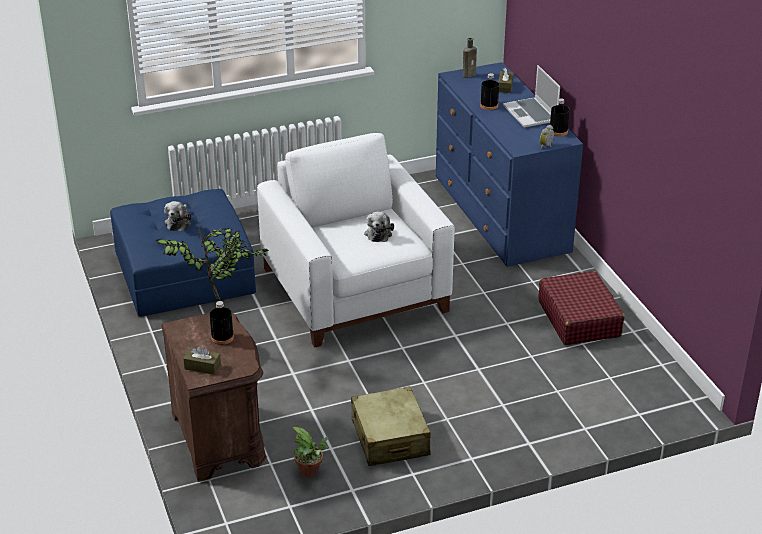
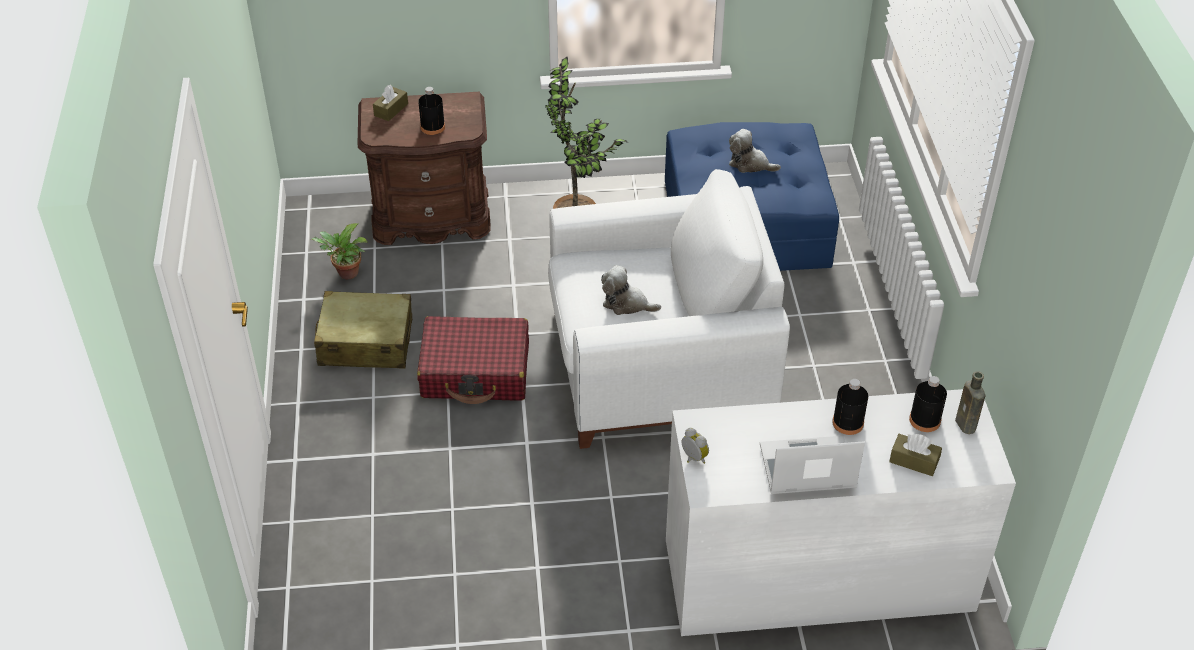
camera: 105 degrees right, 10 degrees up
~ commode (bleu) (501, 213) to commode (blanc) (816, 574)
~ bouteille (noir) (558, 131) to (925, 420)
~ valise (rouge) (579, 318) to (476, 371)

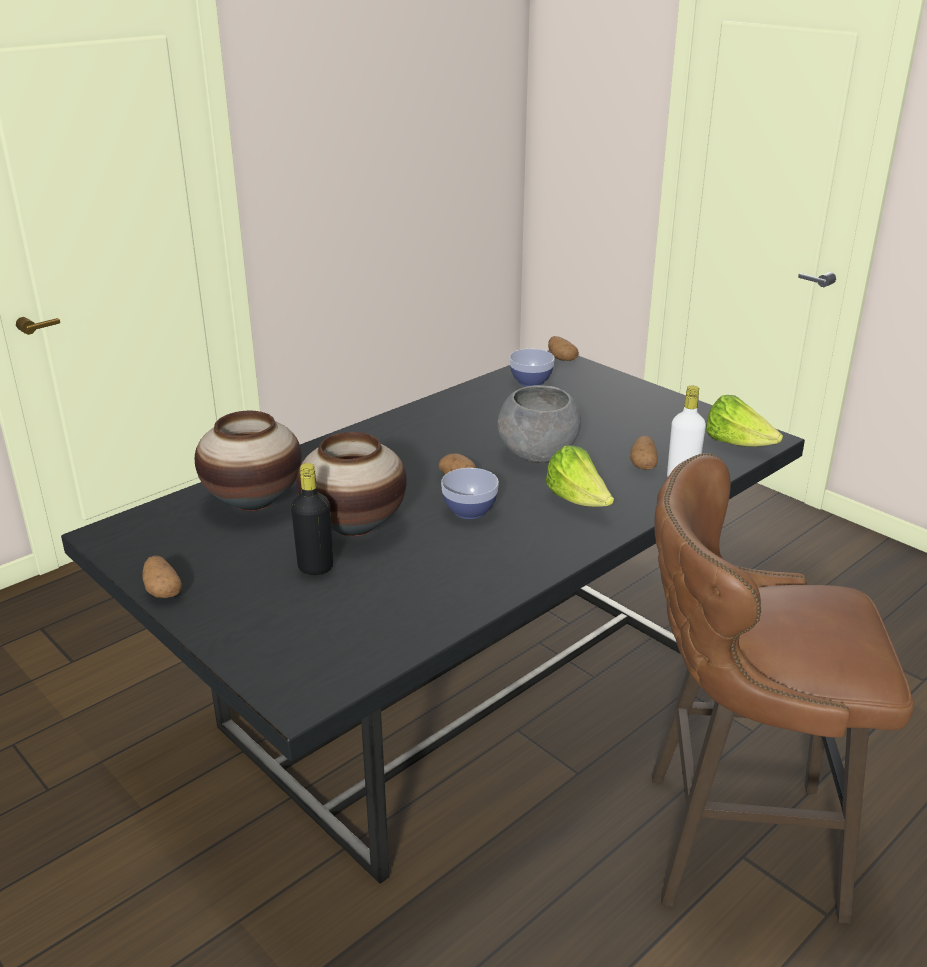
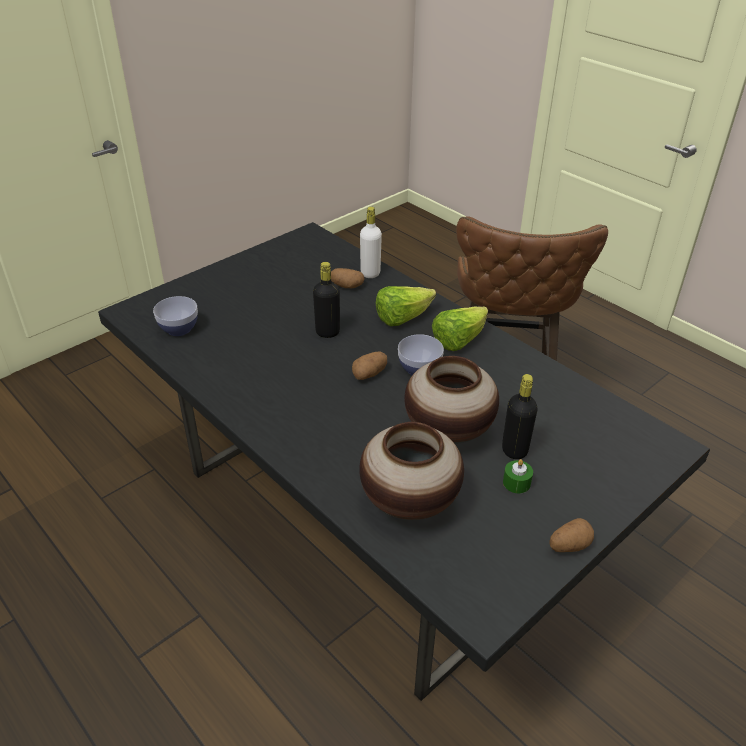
camera: 90 degrees left, 10 degrees up
- pomme de terre (561, 358)
~ bol (gris) (538, 455) to bouteille (noir) (327, 332)
~ laitue (737, 444) to (458, 340)
+ bougie (vert) (516, 483)

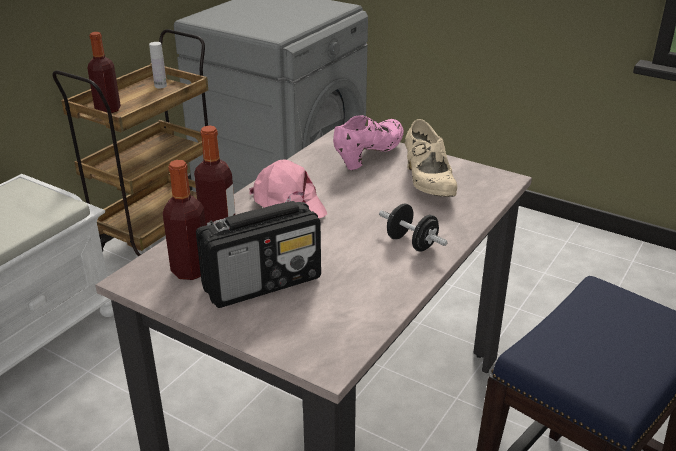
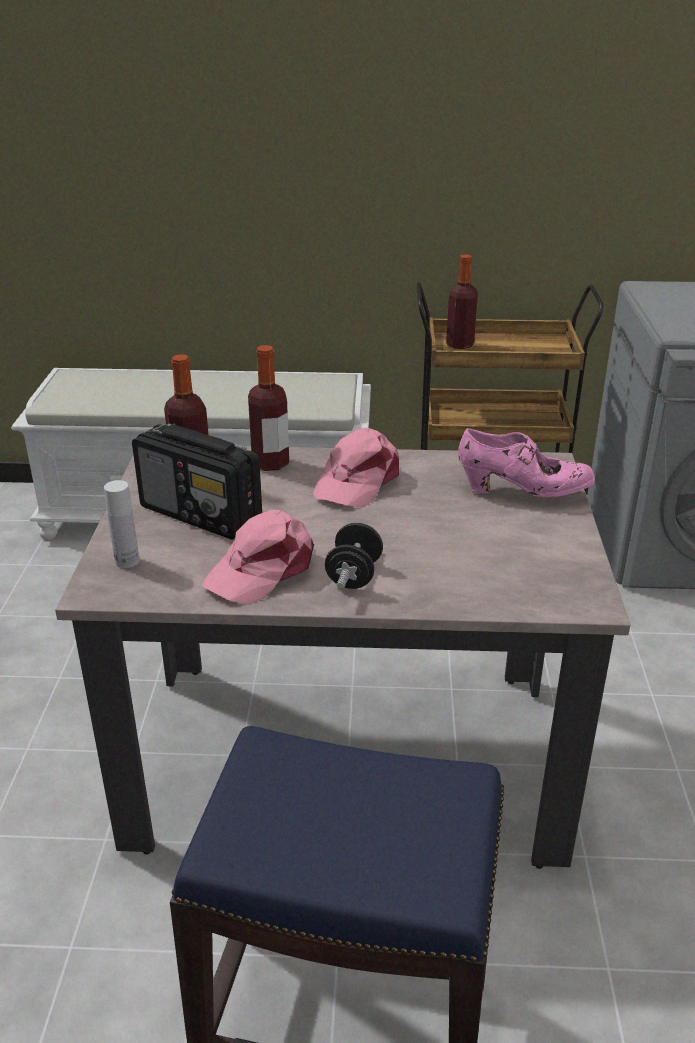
camera: 60 degrees right, 0 degrees up
~ bouteille (blanc) (160, 86) to (127, 561)
- chaussure (beige) (427, 184)
+ casquette (rose) (263, 569)

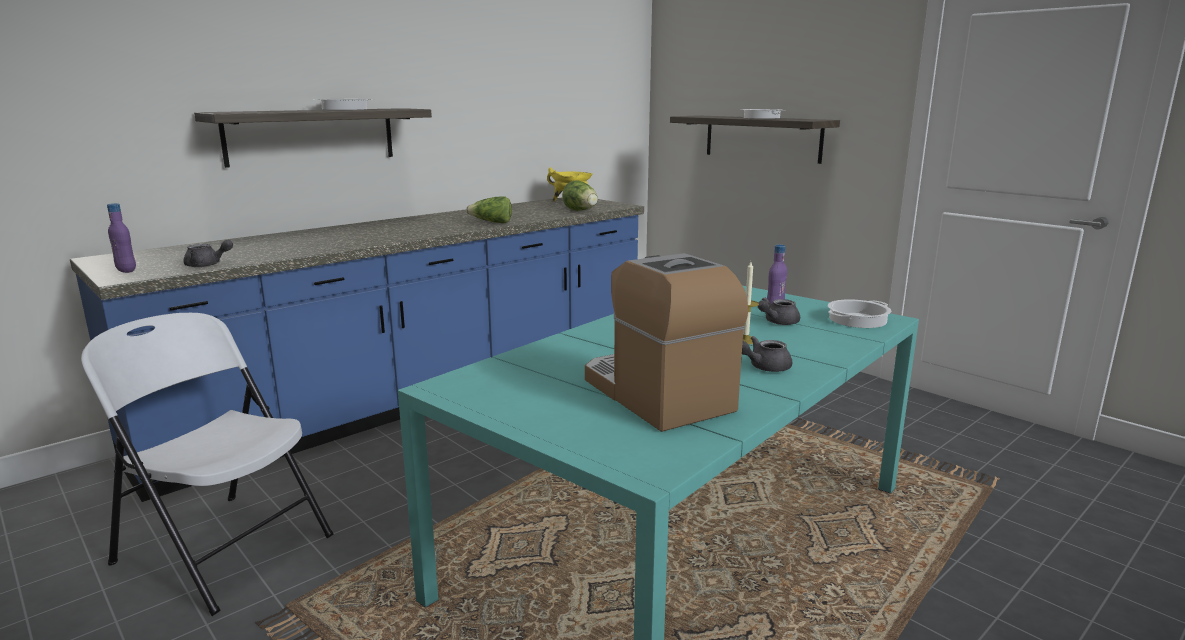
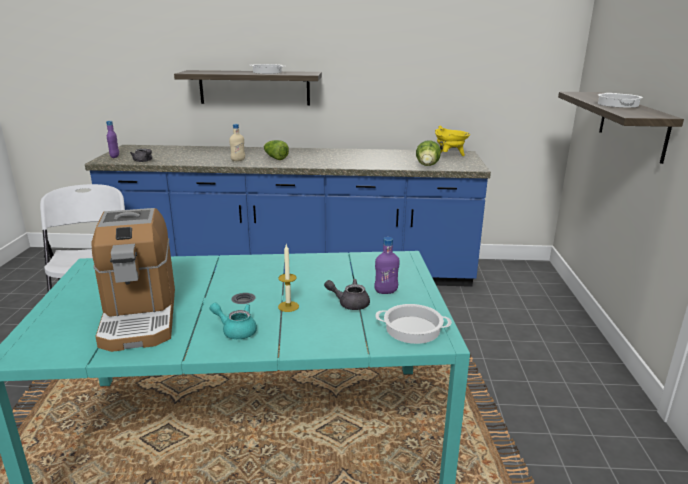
camera: 45 degrees right, 5 degrees up
~ laitue (491, 222) to (275, 158)
~ machine à café (656, 395) = (140, 316) 150 degrees clockwise
~ théière (gris) (764, 367) to théière (turquoise) (236, 330)
+ bouteille (beige) (238, 160)

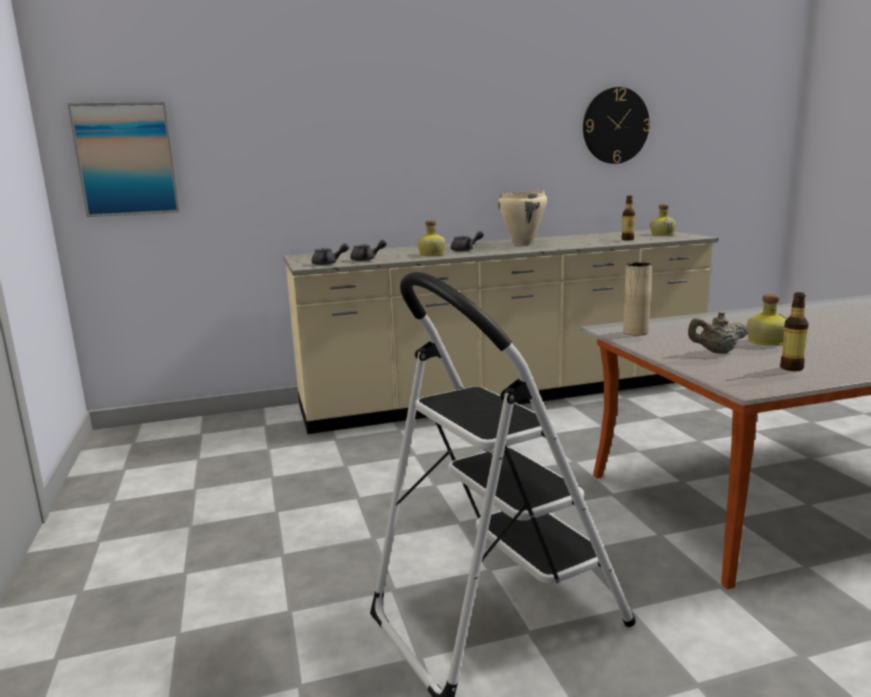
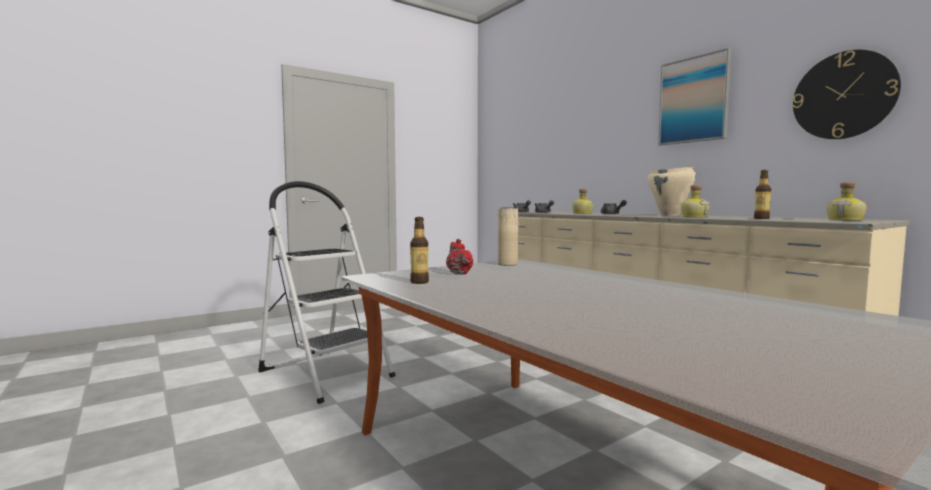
camera: 70 degrees right, 10 degrees down
~ tableau (126, 160) to (693, 100)
~ bouteille (765, 341) to (694, 217)
~ théière (beige) (716, 352) to théière (rouge) (459, 273)

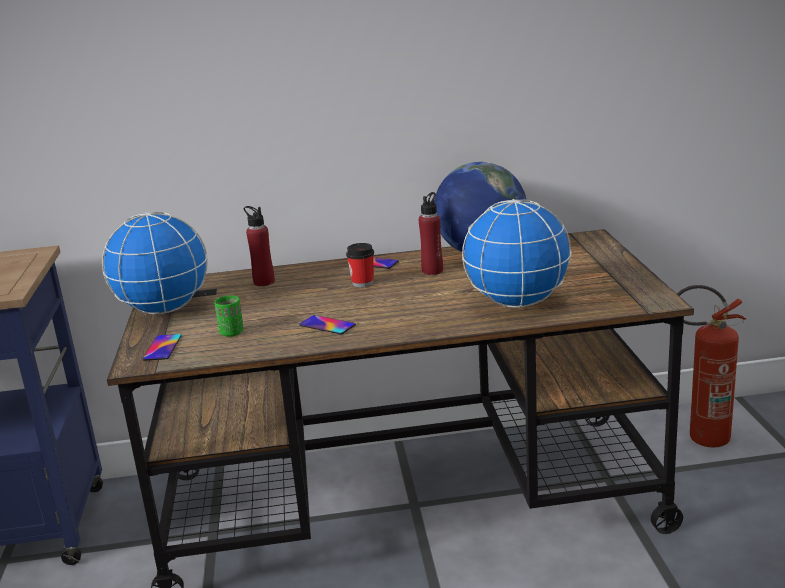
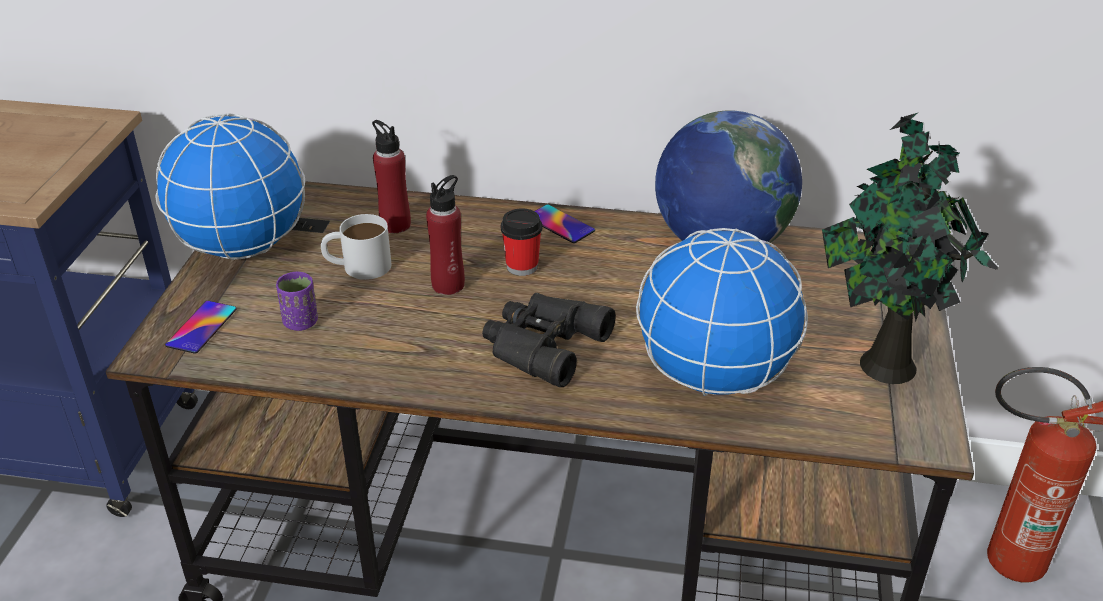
camera: 15 degrees right, 15 degrees up
~ bouteille (rouge) (432, 271) to (448, 285)
~ tasse (vert) (231, 332) to tasse (violet) (301, 322)
- téléphone (327, 325)
+ plante en pot (882, 364)
+ mug (blanc) (357, 266)
+ jumelles (noir) (541, 345)

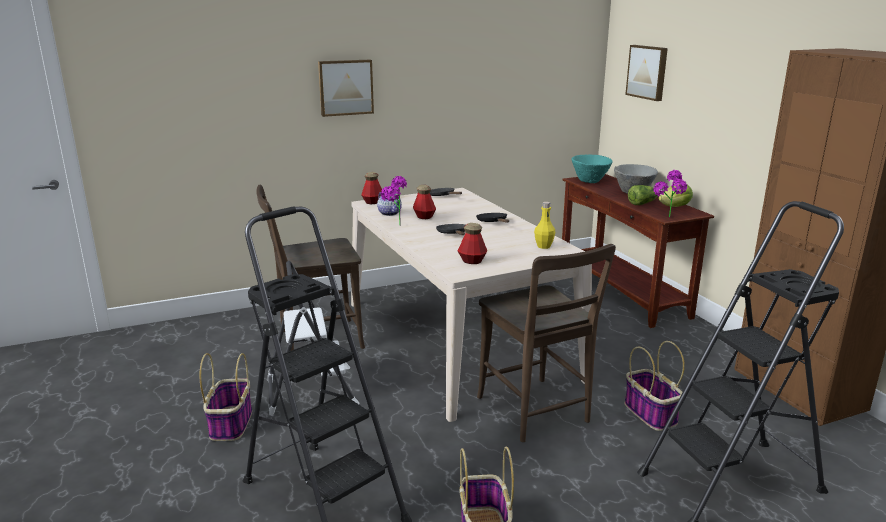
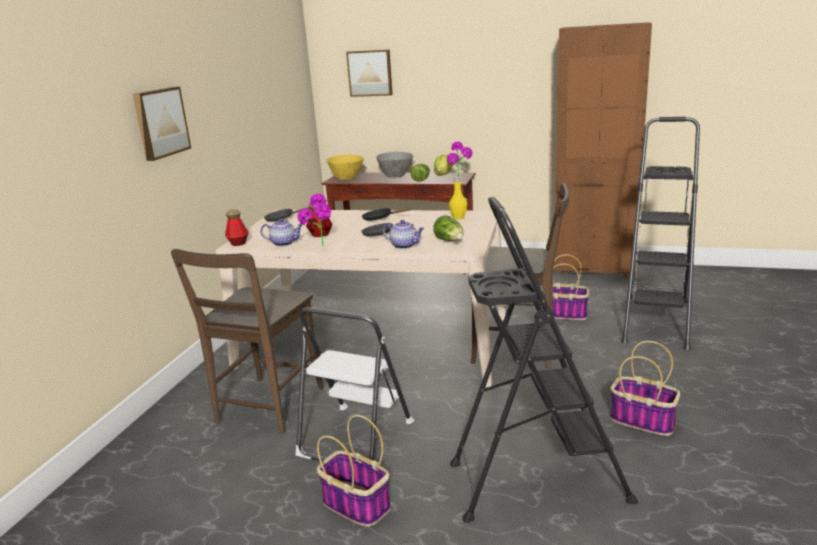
camera: 50 degrees left, 0 degrees up
~ bol (turquoise) (590, 181) to bol (jaune) (347, 179)
~ bouteille (472, 261) to laitue (450, 241)
+ théière (405, 245)

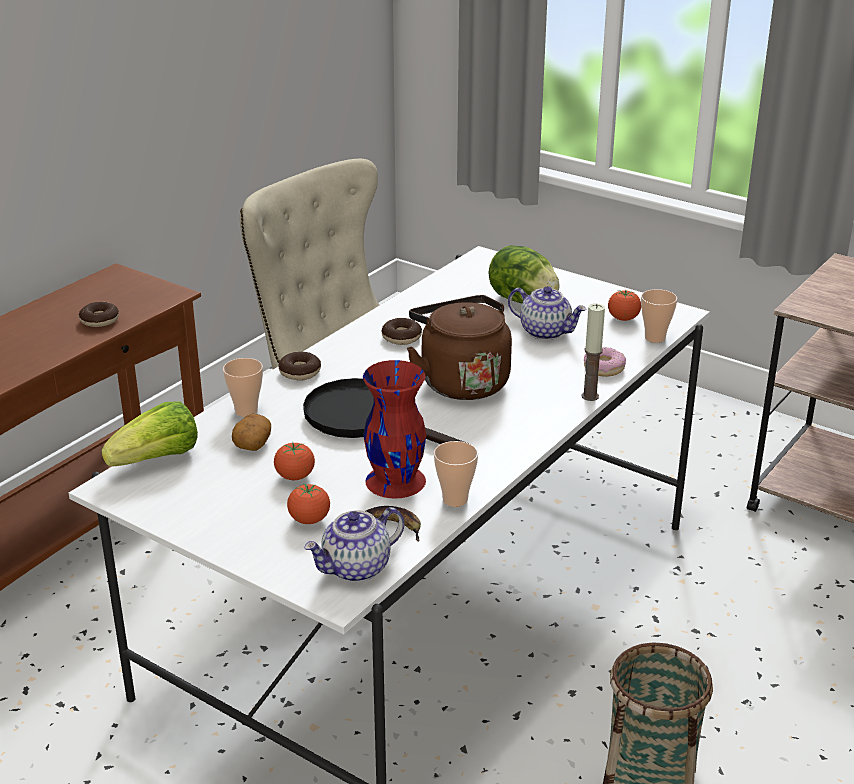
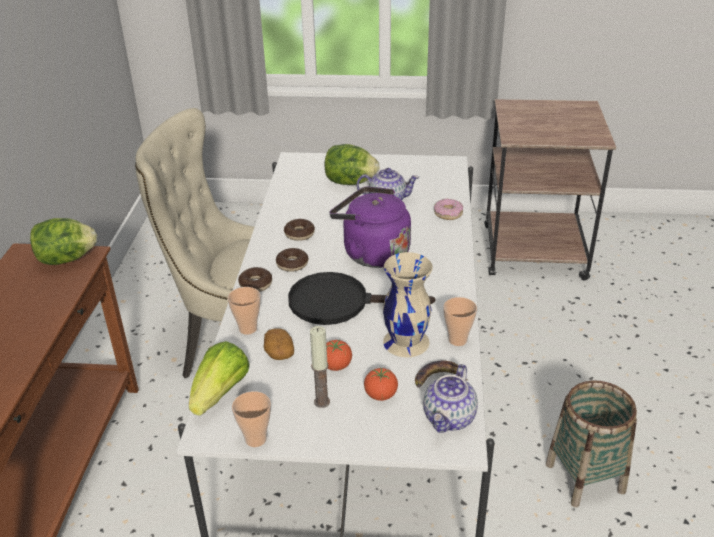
camera: 30 degrees left, 5 degrees up
~ tasse (655, 338) to (255, 439)
- tomate (623, 319)
~ bouilloire (marron) (461, 381) to bouilloire (violet) (372, 253)
~ beignet (99, 320) to (292, 264)
~ bougie (590, 396) to (322, 402)
~ vase (rouge) (395, 480) to vase (beige) (405, 341)
+ laitue (66, 259)

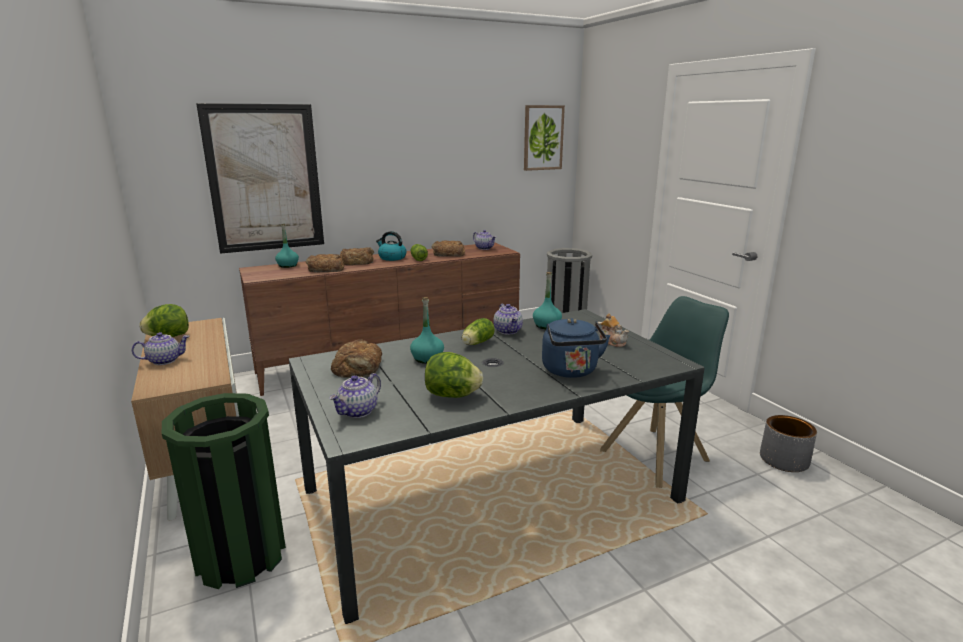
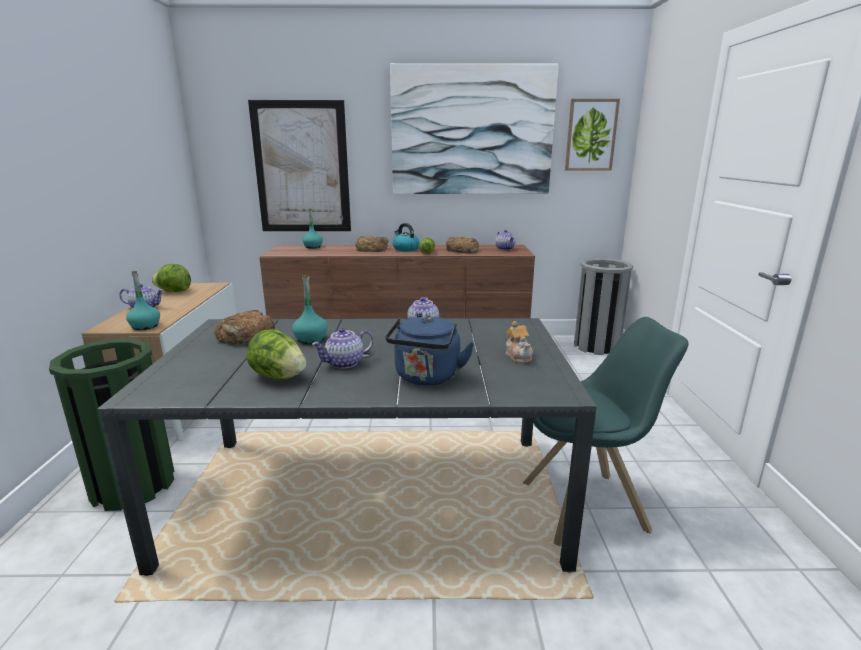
camera: 25 degrees right, 0 degrees up
- pain (325, 269)
~ bouteille (turquoise) (546, 325) to (145, 326)
- laitue (476, 343)
~ théière (358, 411) to (344, 363)
- cache-pot (gris) (784, 461)
+ tableau (472, 131)

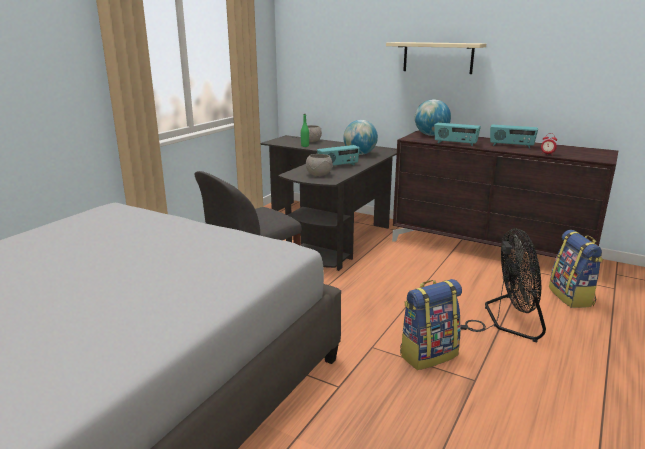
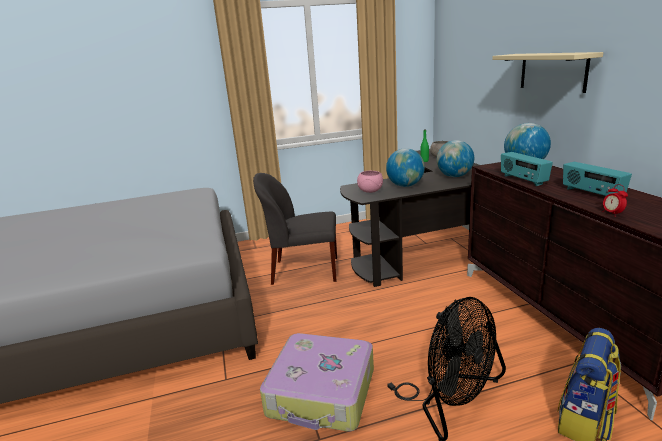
camera: 45 degrees right, 0 degrees up
~ radio (338, 166) to globe (405, 186)
~ bol (gris) (319, 175) to bol (rose) (370, 191)
~ sac à dos (428, 354) to valise (322, 393)

